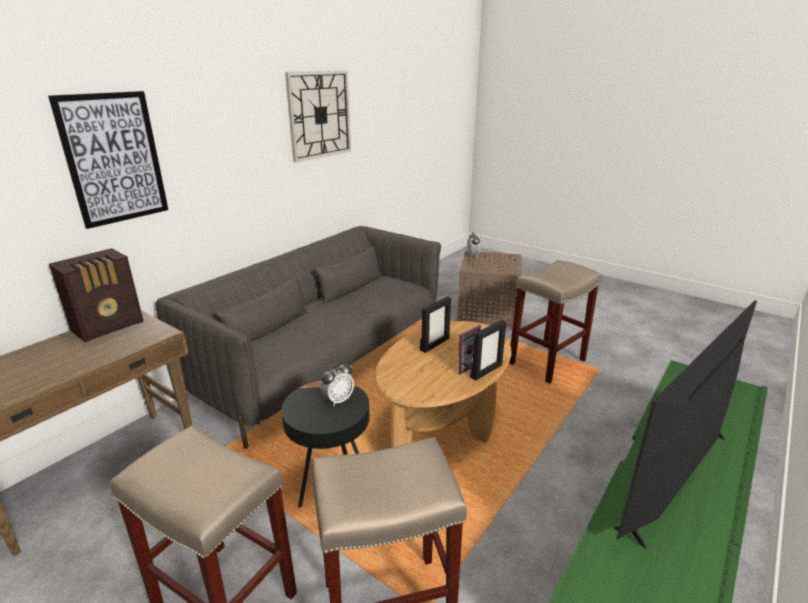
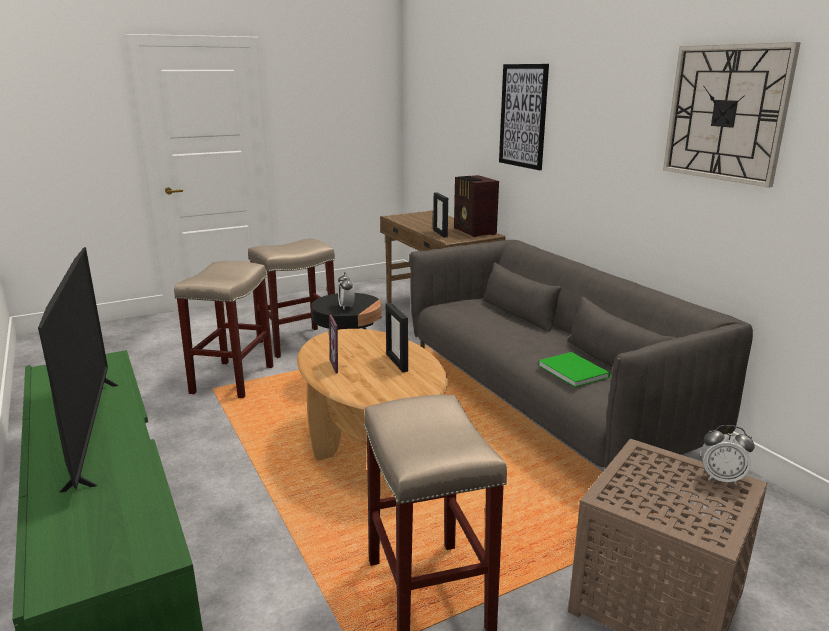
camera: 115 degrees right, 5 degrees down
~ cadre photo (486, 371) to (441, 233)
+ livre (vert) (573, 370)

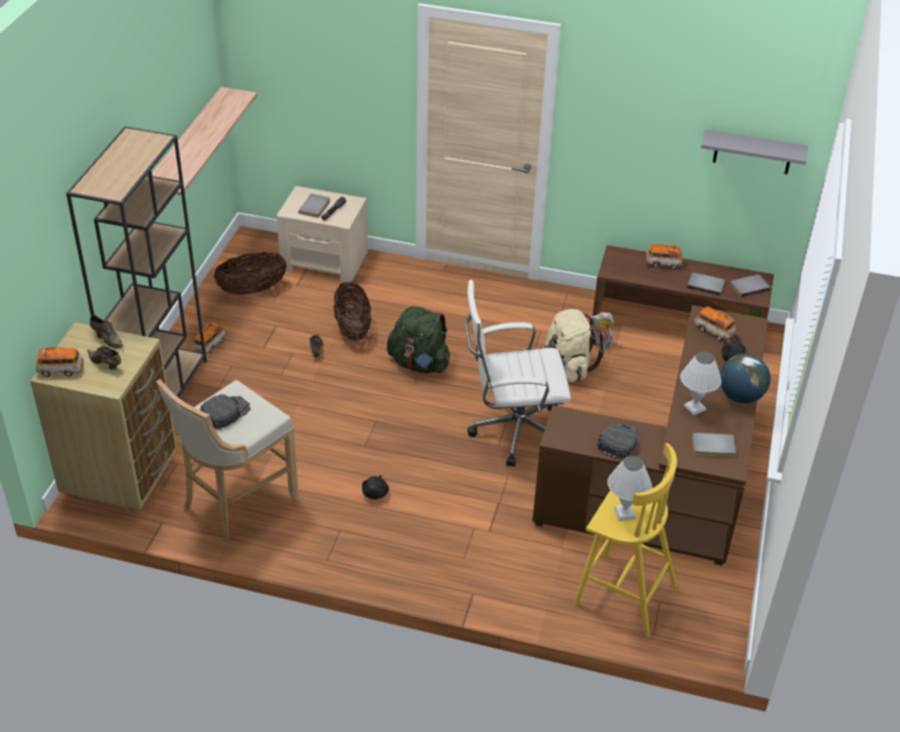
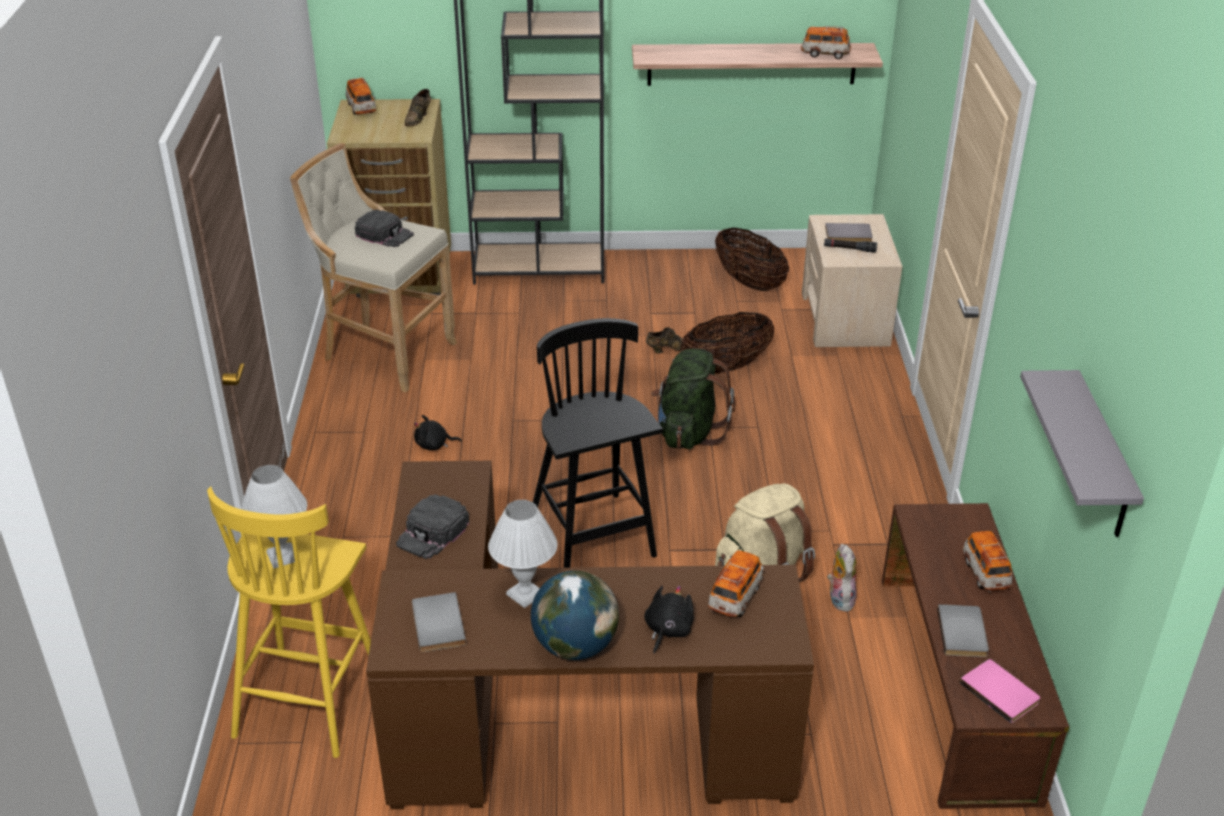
camera: 75 degrees right, 5 degrees down
~ livre (gris) (748, 286) to livre (rose) (1001, 692)
~ chaise de bureau (blanc) (513, 432) to tabouret (noir) (594, 539)
~ petite voiture (209, 345) to (825, 54)
- chaussure (marron) (106, 364)
~ casquette (noir) (619, 441) = (432, 533) 105 degrees clockwise

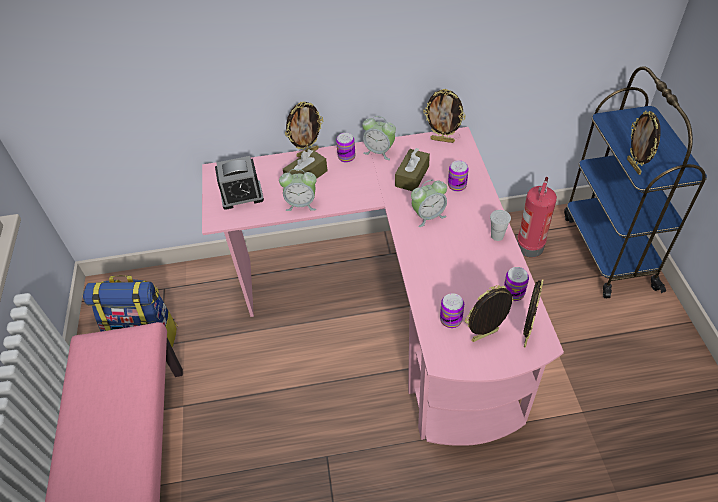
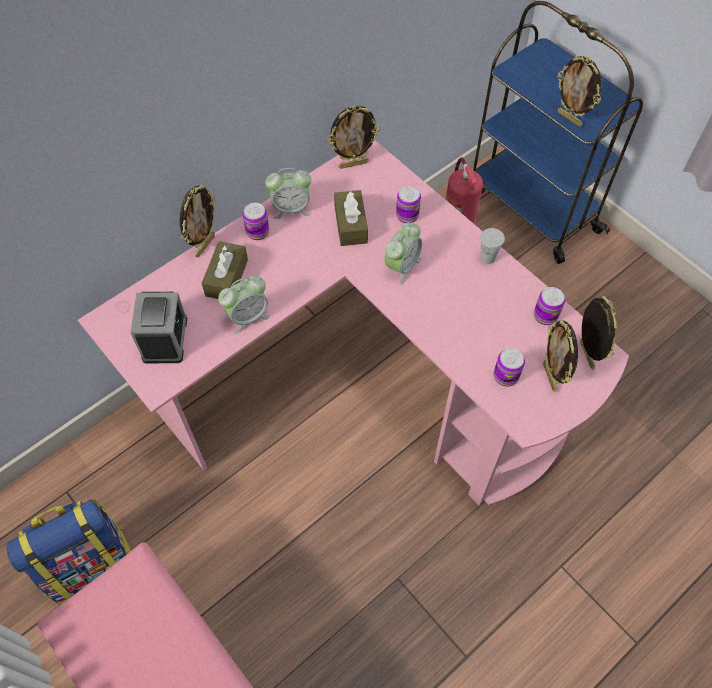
camera: 35 degrees left, 10 degrees up
~ réveil (242, 195) = (165, 339) 45 degrees counterclockwise
~ cadre photo (485, 336) = (550, 377) 45 degrees counterclockwise

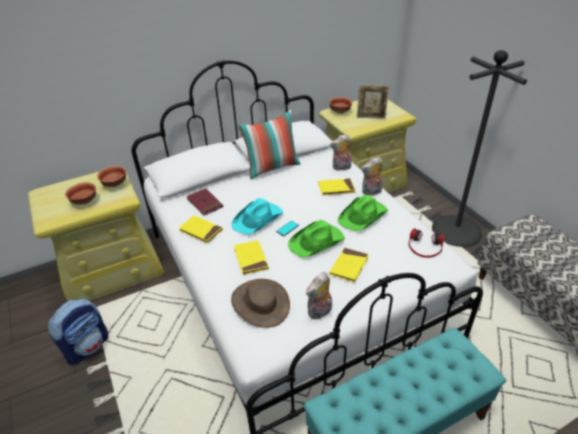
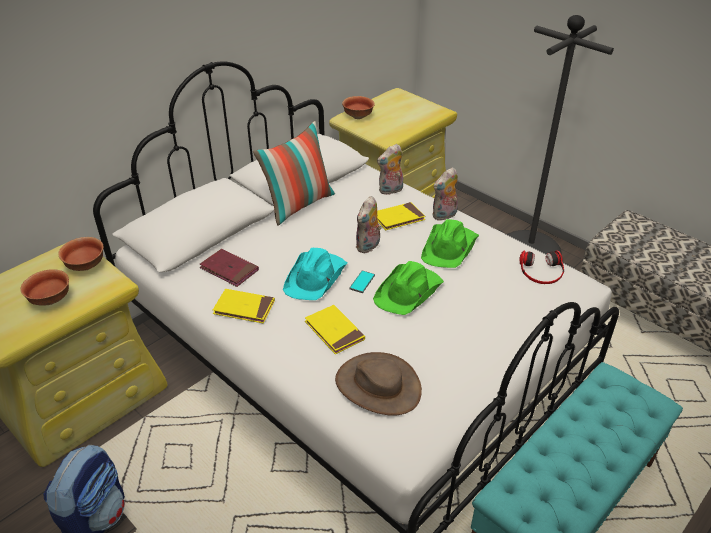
camera: 20 degrees left, 0 degrees up
- cadre photo (371, 117)
- livre (jaune) (349, 266)
~ peluche (320, 312) to (368, 246)

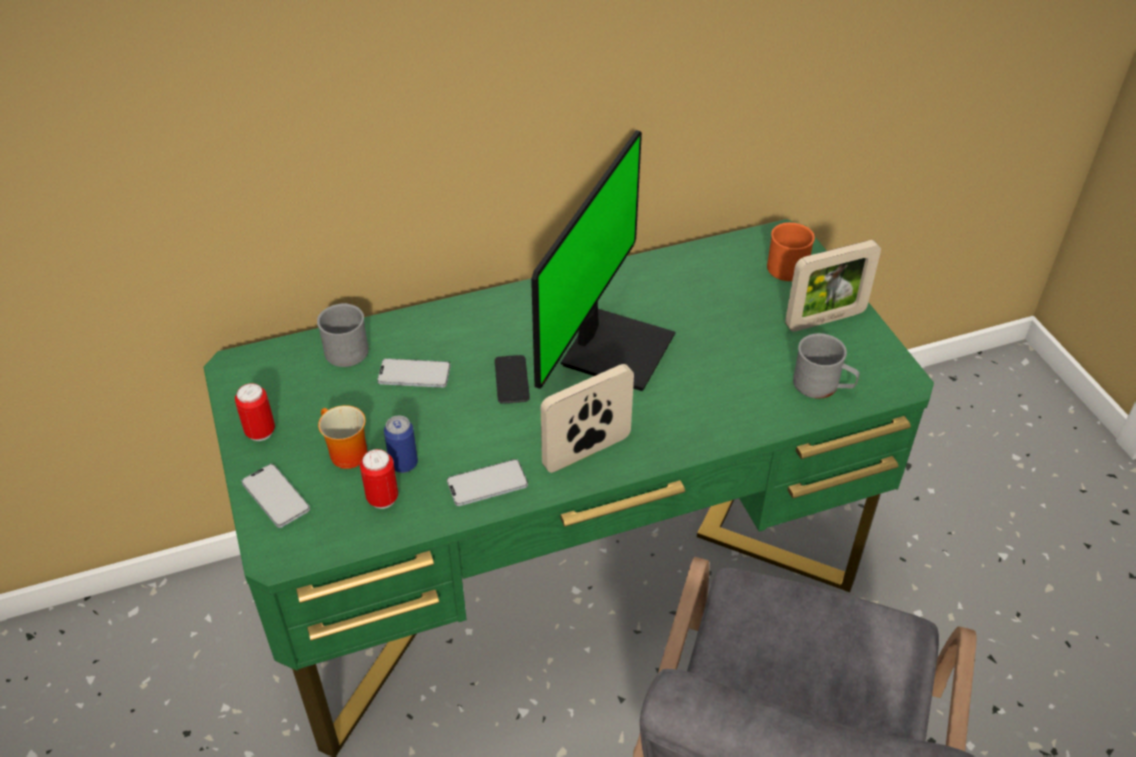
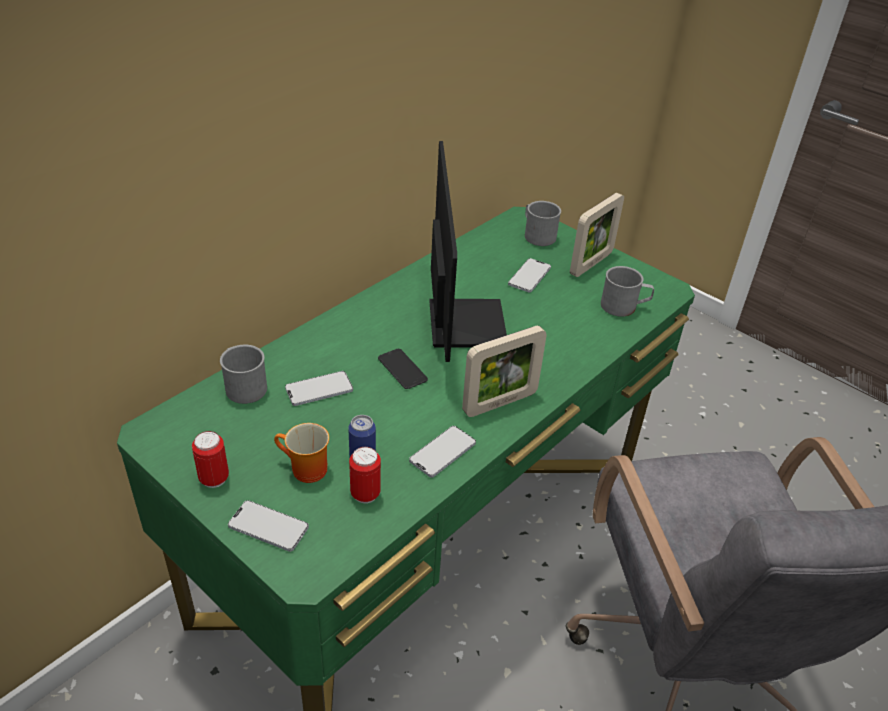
camera: 30 degrees left, 5 degrees down
~ mug (orange) (786, 263) to mug (gris) (537, 234)
~ cadre photo (586, 452) = (500, 403) 150 degrees counterclockwise
+ téléphone (529, 276)

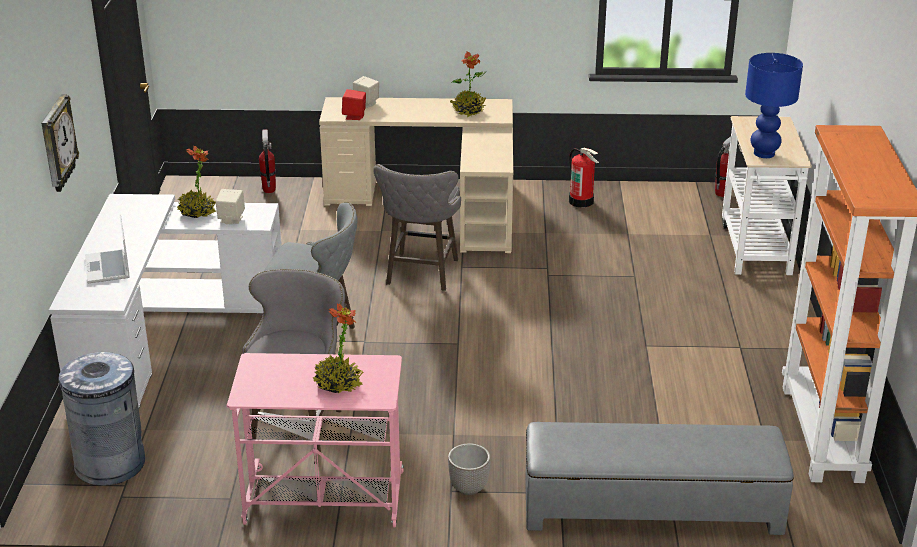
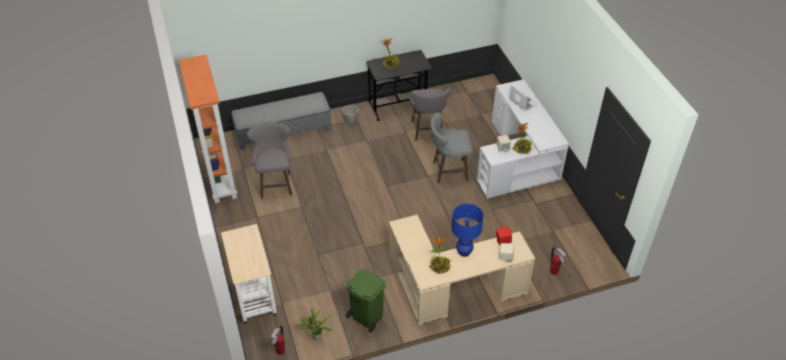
camera: 160 degrees right, 15 degrees up
~ lampe de table (bleu) (764, 153) to (464, 252)
- horloge murale (57, 144)
~ extincteur (581, 201) to poubelle (vert) (366, 316)
~ tabouret (gris) (421, 274) to (275, 183)
- poubelle (gris) (110, 463)
~ bureau (rose) (323, 498) to bureau (noir) (398, 106)
+ plante en pot (315, 336)

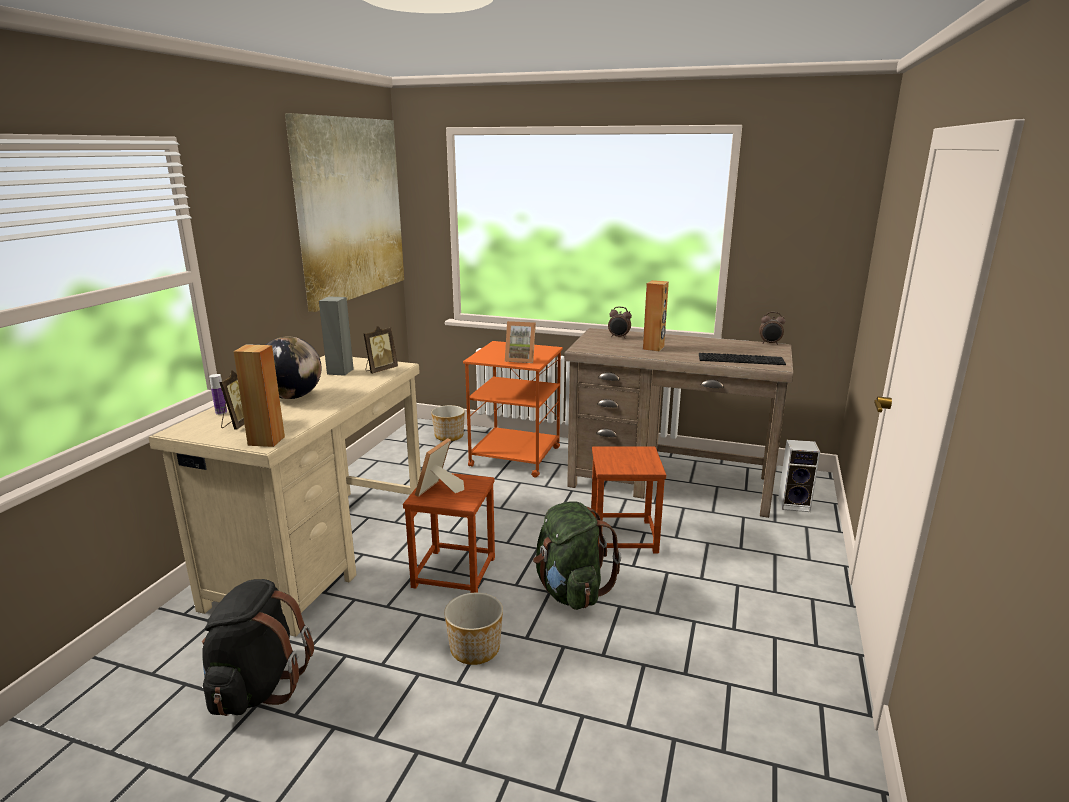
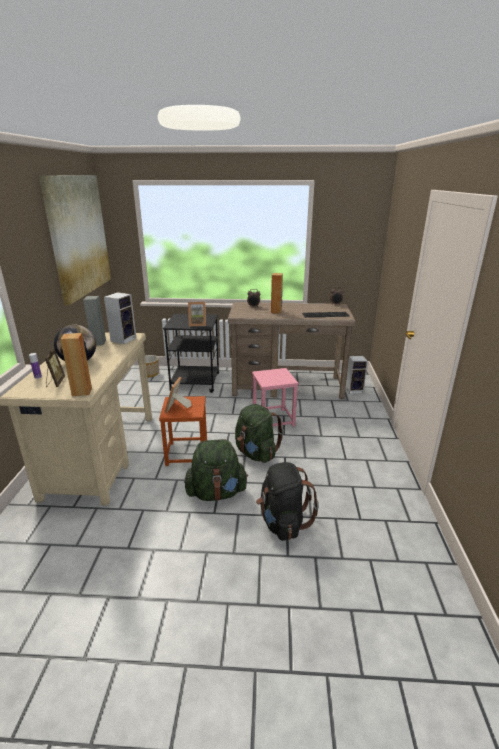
camera: 15 degrees left, 5 degrees up
~ cadre photo (380, 370) to enceinte (124, 339)
~ chariot (orange) (516, 457) to chariot (noir) (196, 382)
~ tabouret (marron) (623, 537) to tabouret (rose) (273, 419)
~ sac à dos (noir) (257, 686) to (283, 522)
~ cache-pot (475, 648) to sac à dos (vert) (216, 492)

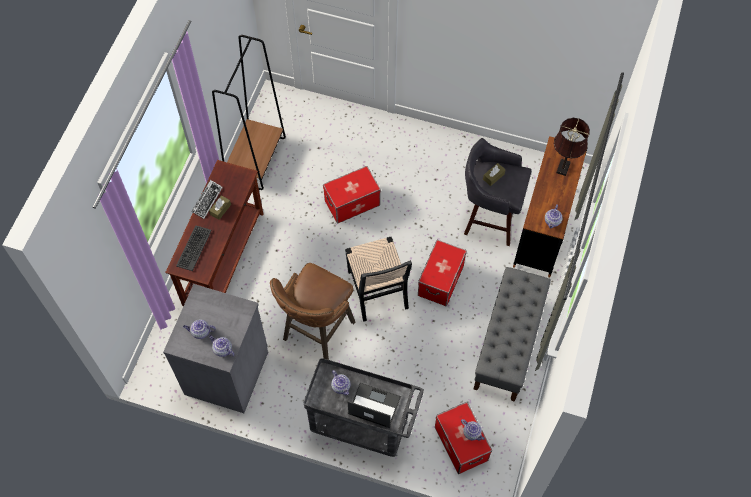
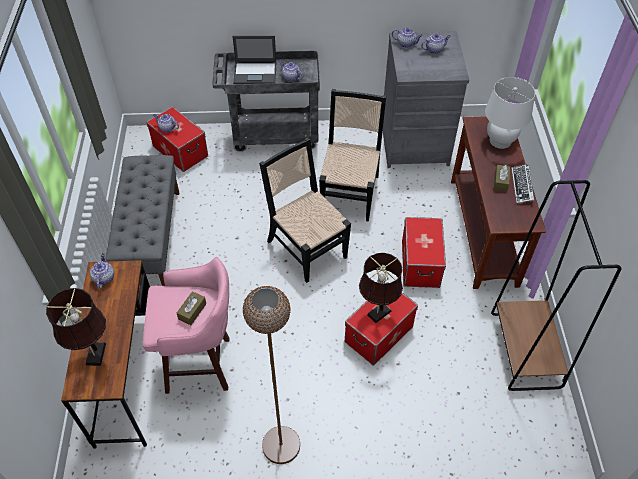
camera: 160 degrees right, 10 degrees down
~ tabouret (gris) (489, 220) to tabouret (rose) (202, 365)
~ clavier (193, 248) to lampe de table (blanc) (500, 141)
~ boîte de rangement (440, 280) to (421, 263)
~ tabouret (marron) (317, 333) to chaise (349, 195)
+ lampe de table (marron) (377, 314)
+ lampadaire (marron) (281, 445)

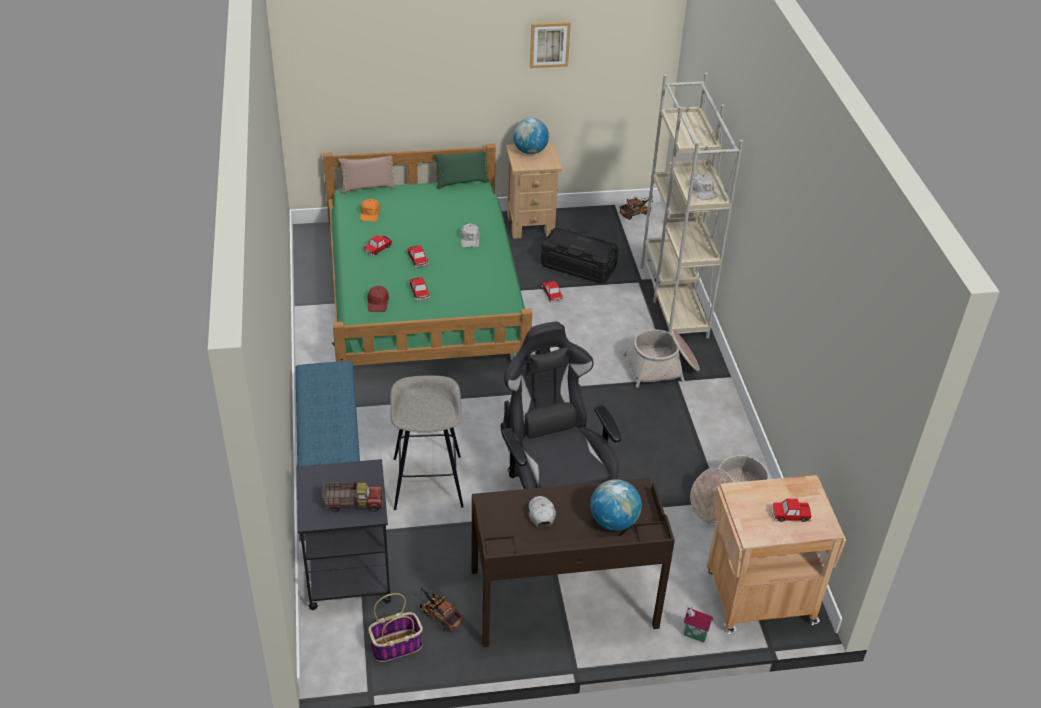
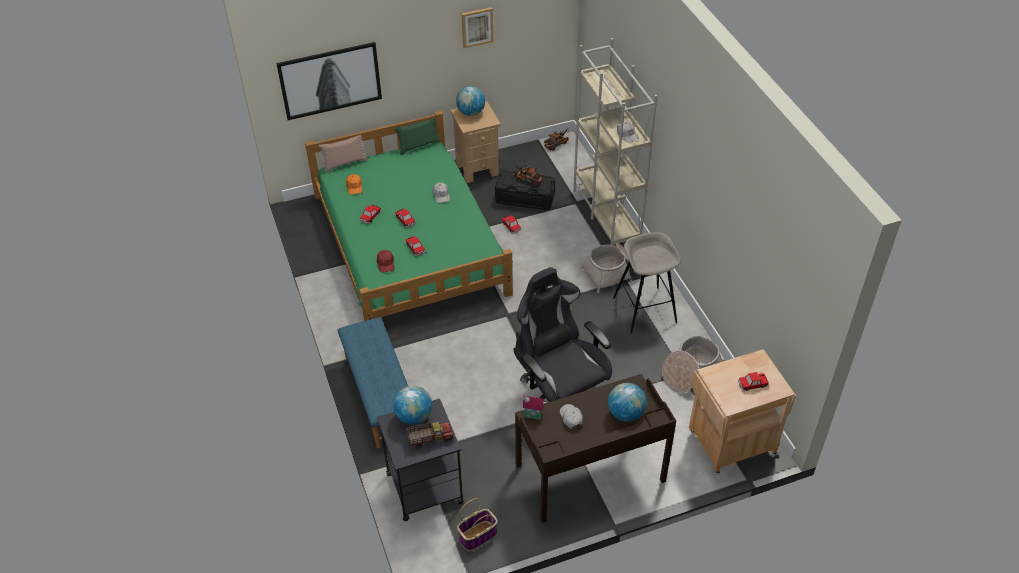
camera: 10 degrees left, 5 degrees up
~ tabouret (gris) (428, 482) to (645, 310)
~ camion jouet (439, 615) to (526, 179)
~ maison miniature (694, 636) to (533, 416)
+ tableau (330, 80)
+ globe (414, 416)

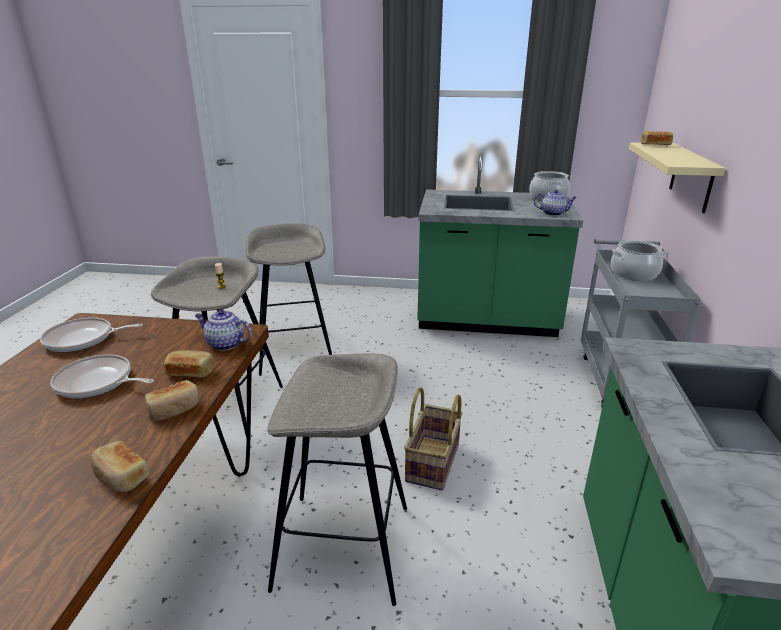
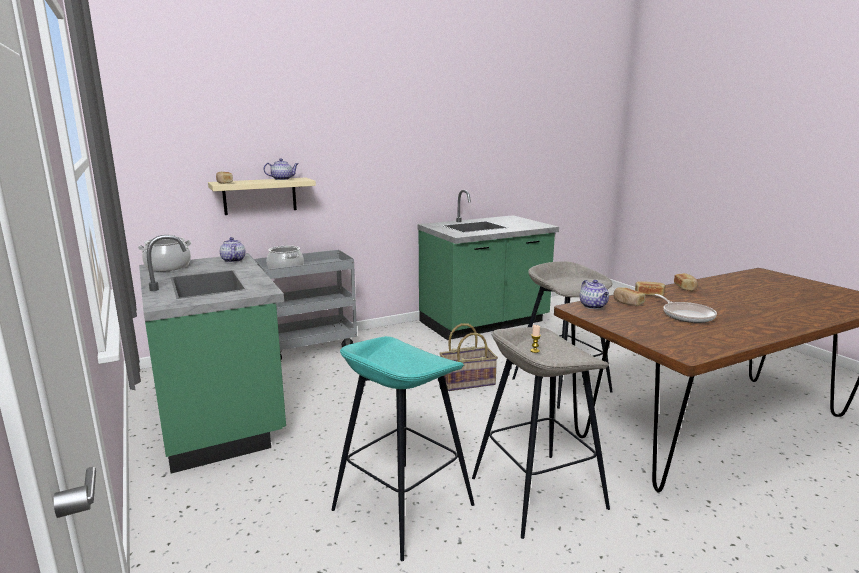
camera: 125 degrees left, 10 degrees down
~ tabouret (gris) (295, 351) to tabouret (turquoise) (402, 507)
- poêle (83, 340)
+ théière (282, 179)

